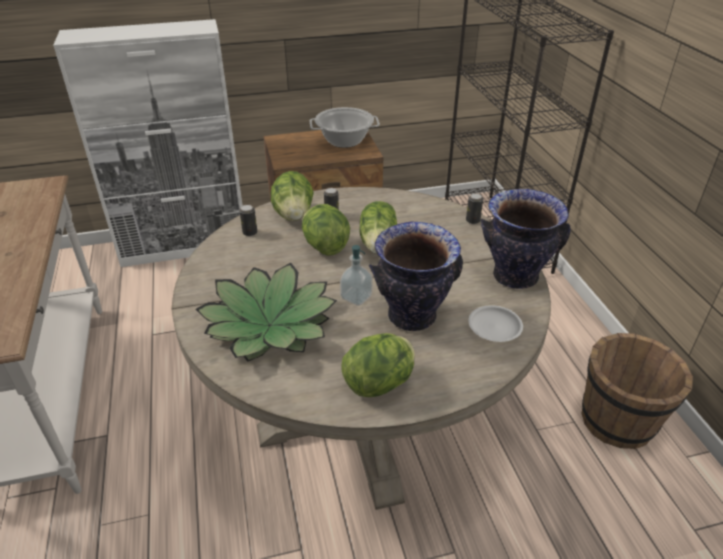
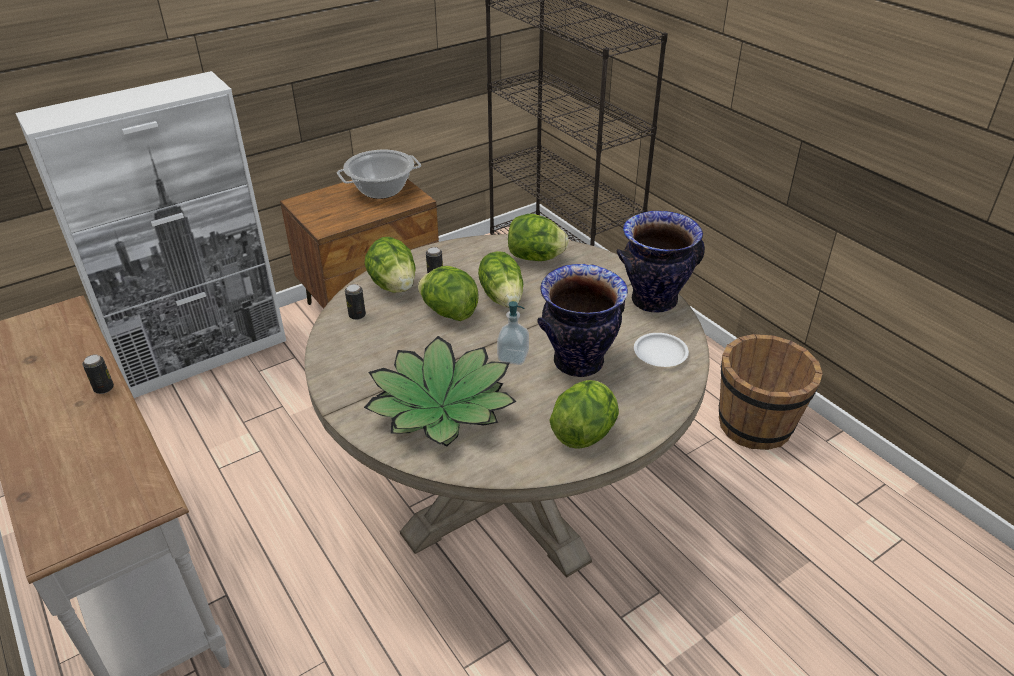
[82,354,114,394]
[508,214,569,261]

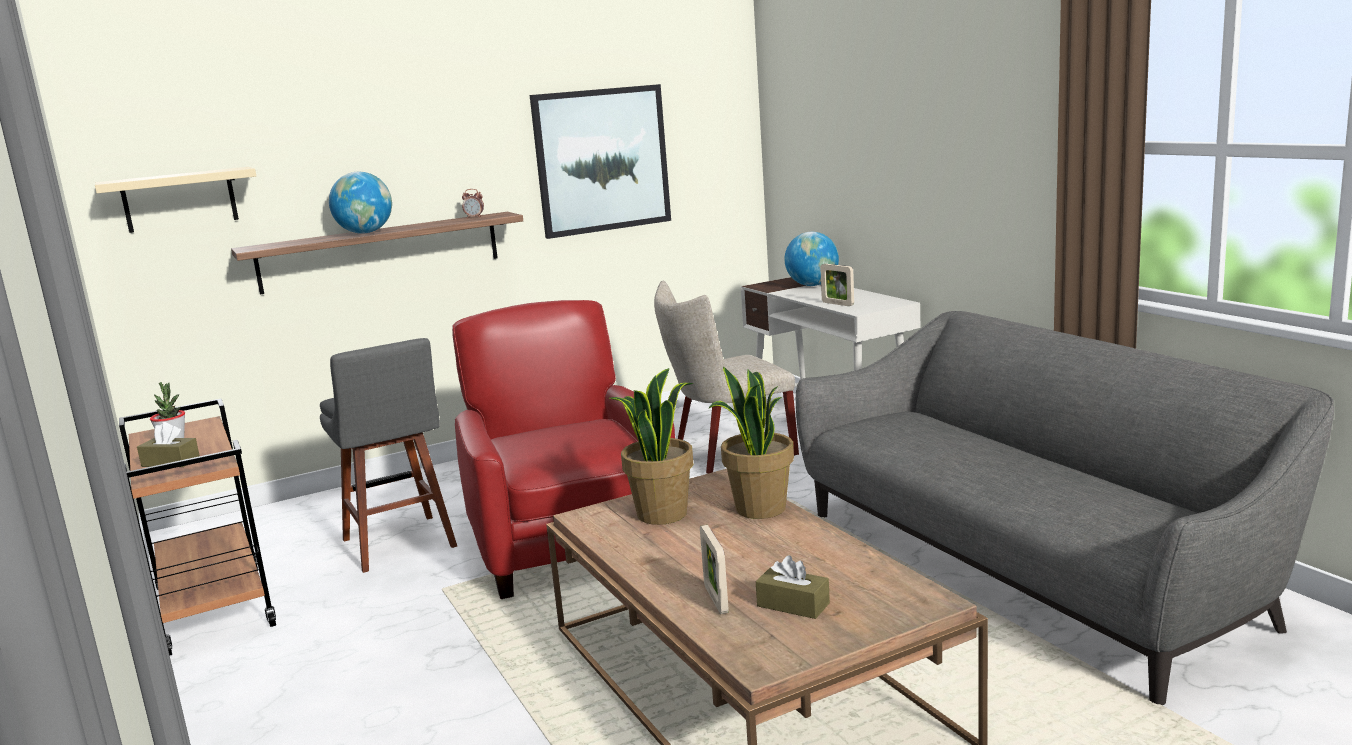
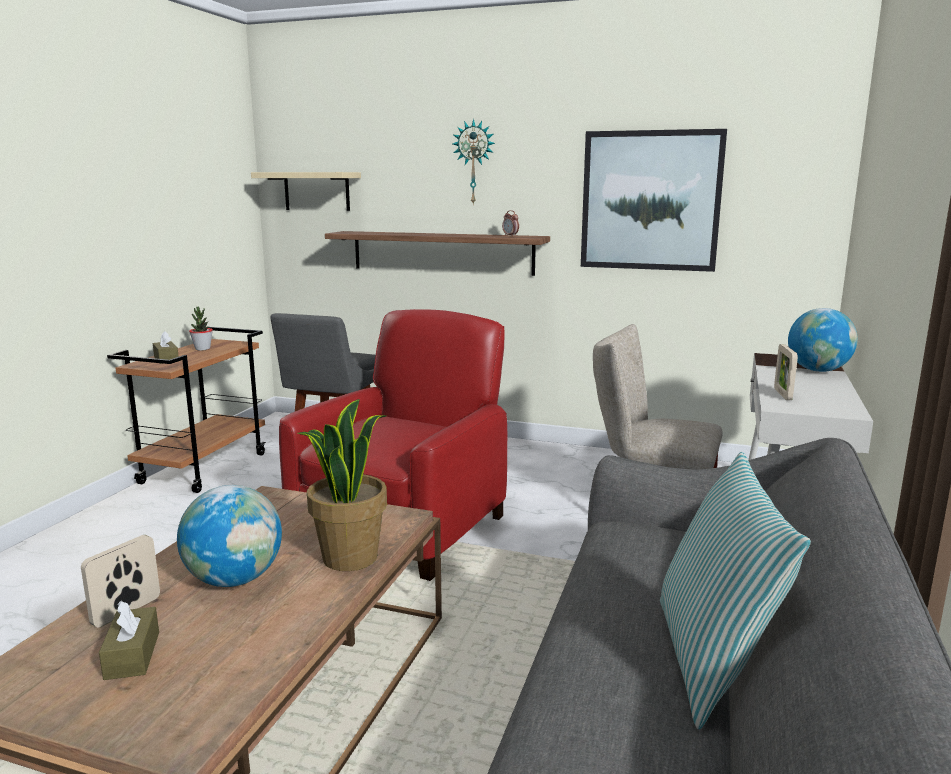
[177,485,282,587]
[610,368,694,525] (first image)
[452,119,495,205]
[660,452,811,730]

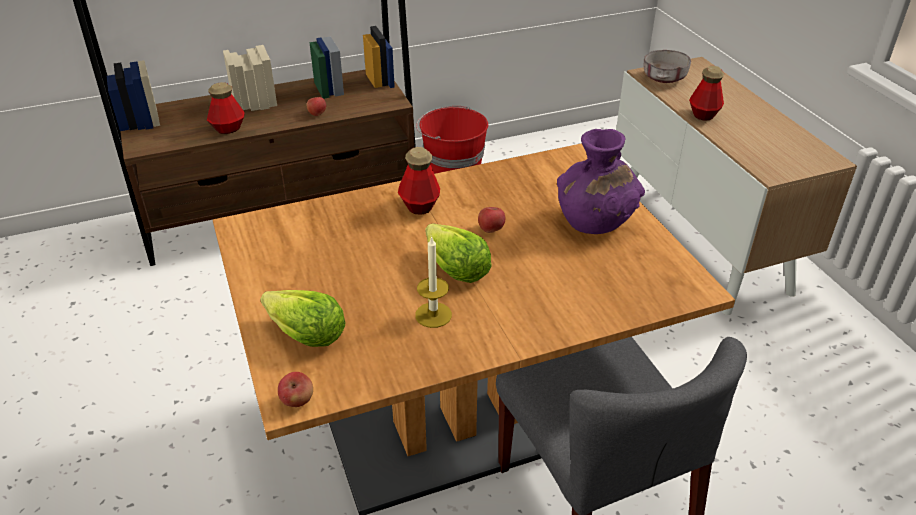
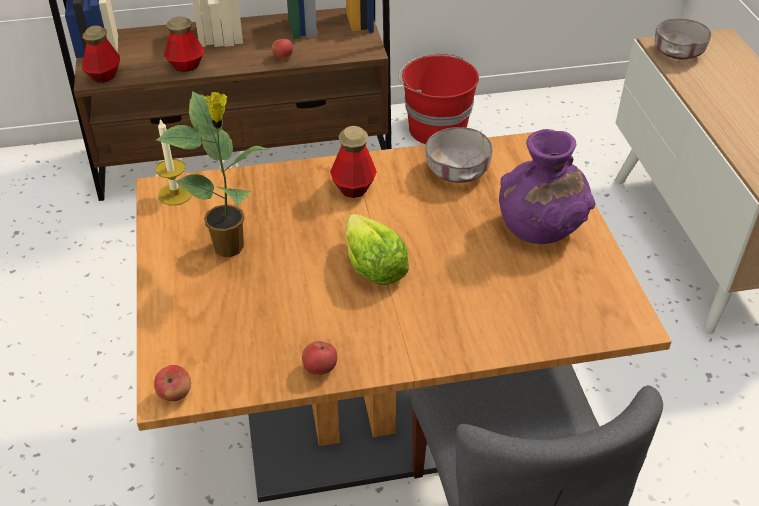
[82,26,120,83]
[302,341,337,375]
[155,118,192,206]
[260,290,345,347] (first image)
[156,91,270,257]
[425,127,493,183]

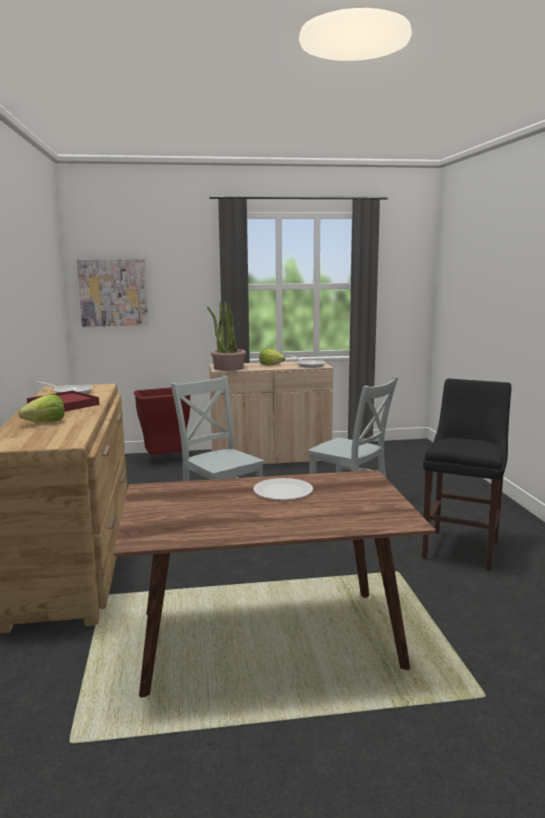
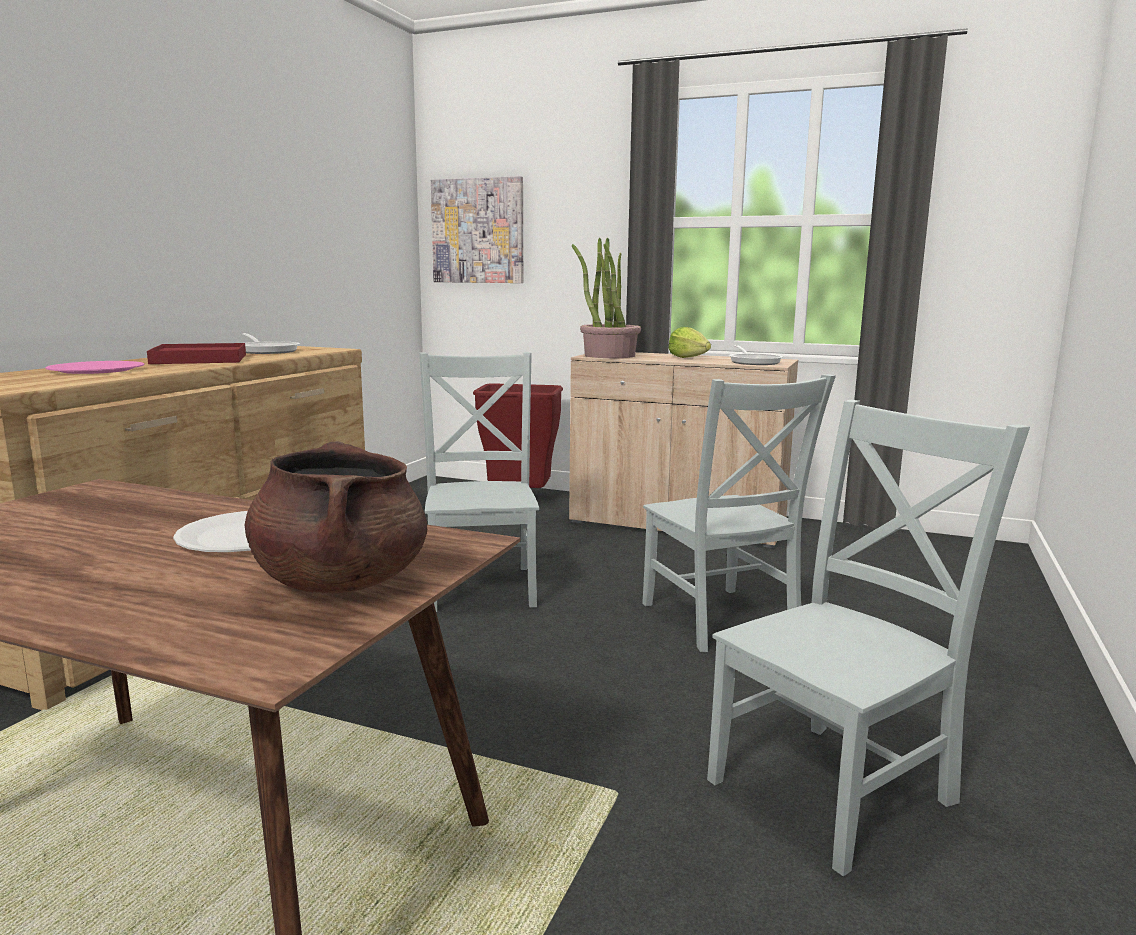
[707,400,1030,876]
[45,361,145,374]
[245,441,427,593]

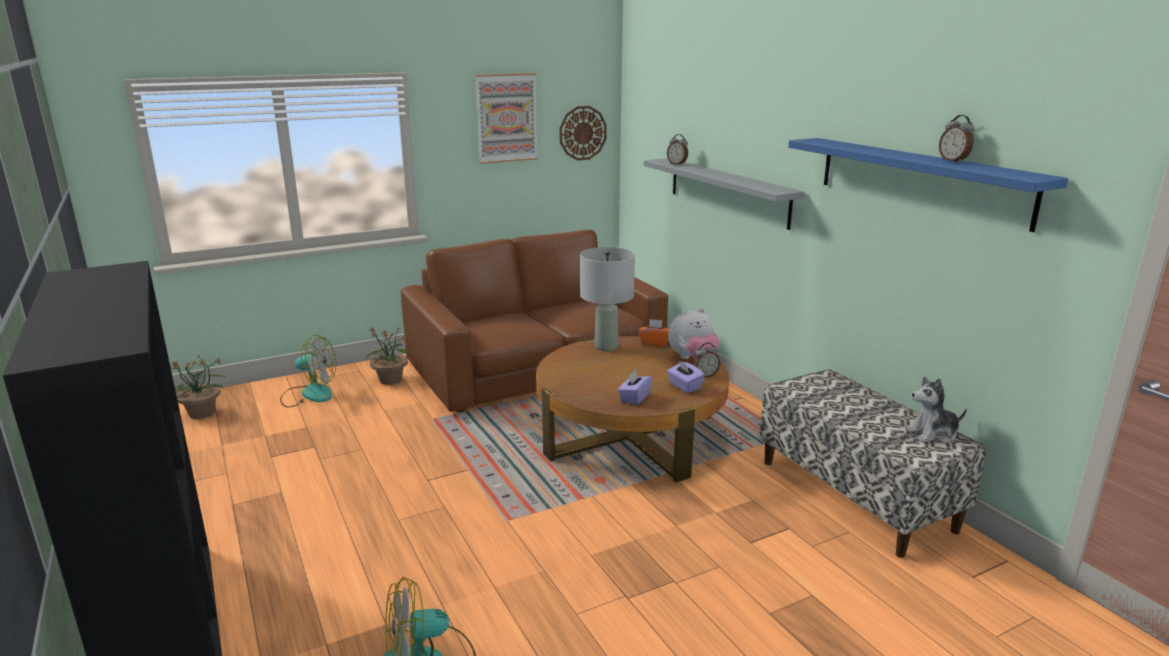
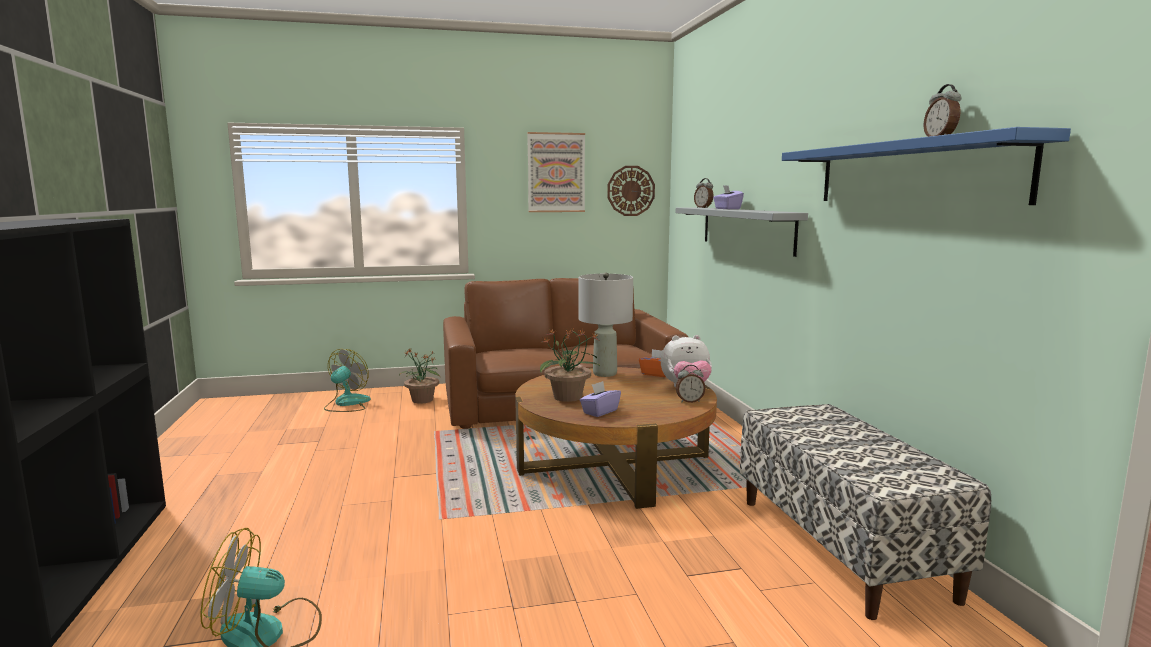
[324,349,371,412]
[540,328,600,402]
[713,185,744,209]
[905,377,967,443] (first image)

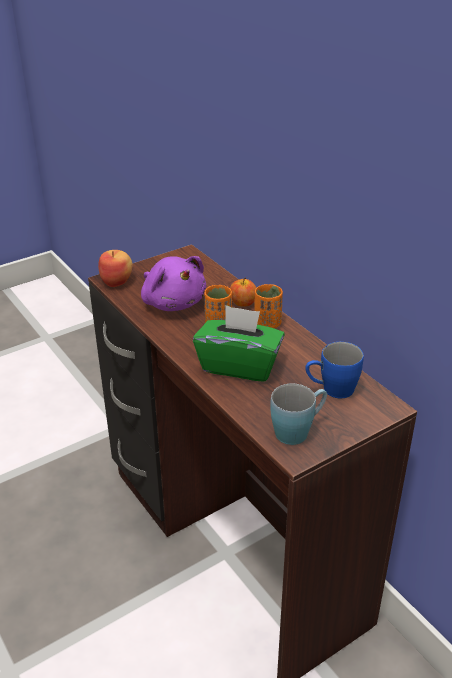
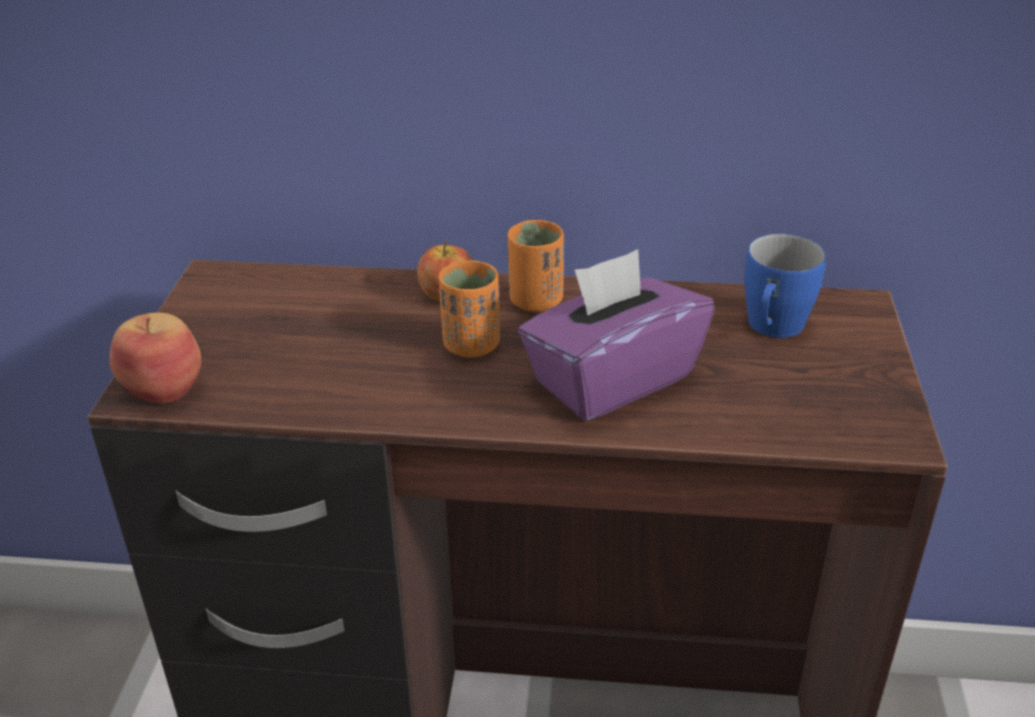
[141,256,206,311] (first image)
[518,249,715,420]
[271,384,327,445] (first image)

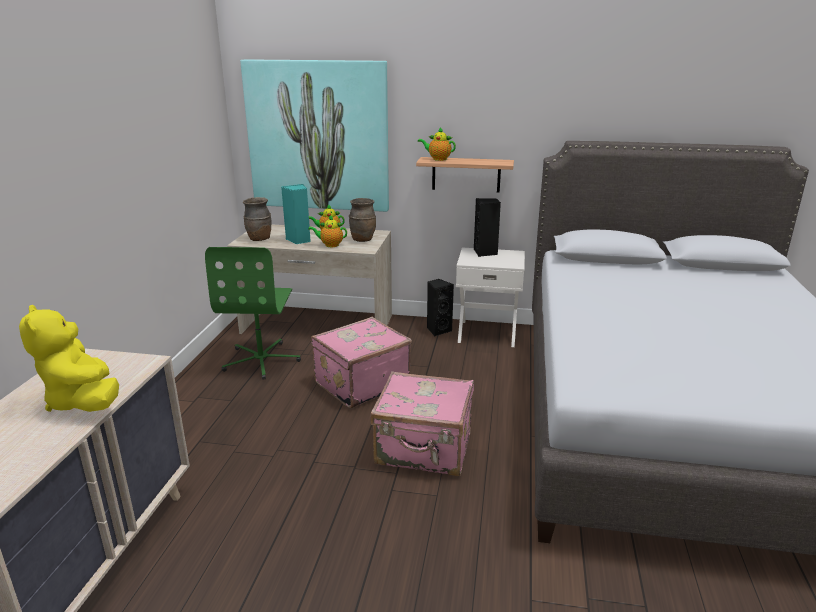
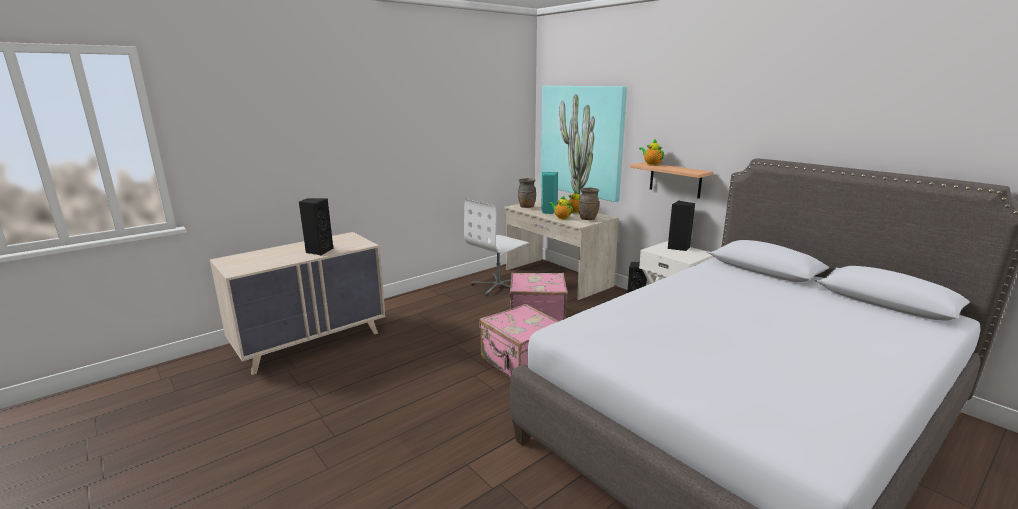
[464,199,529,296]
[299,198,333,255]

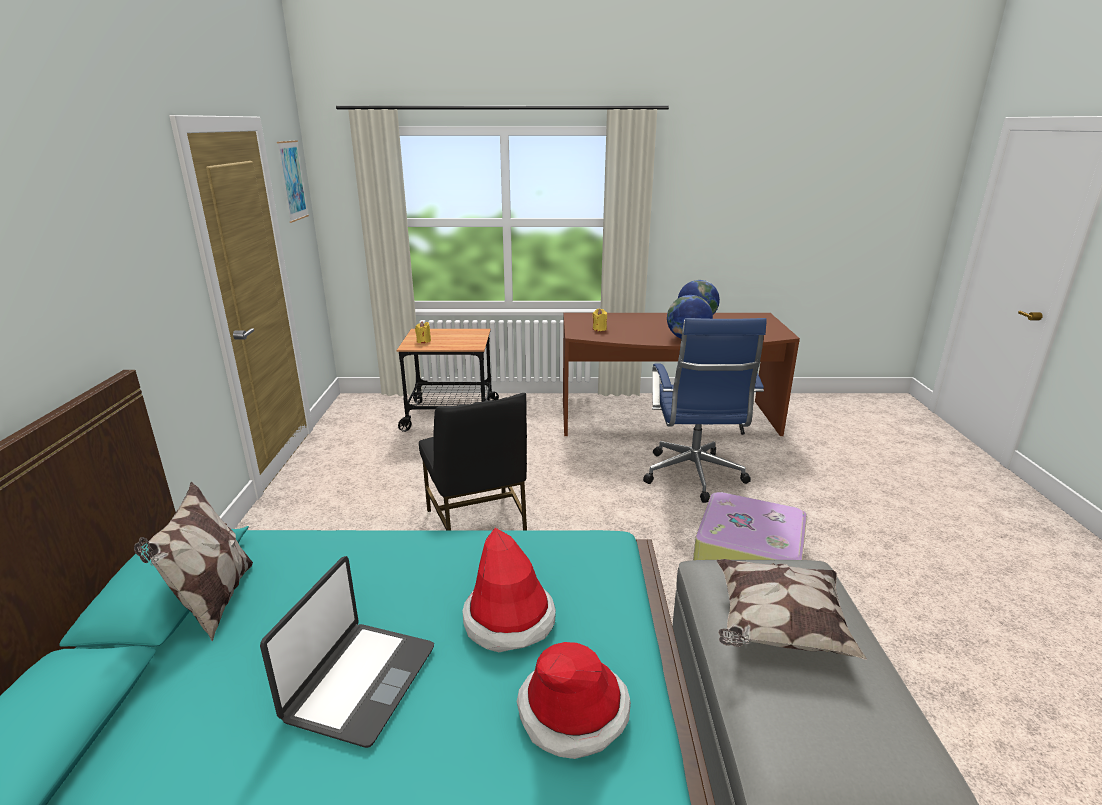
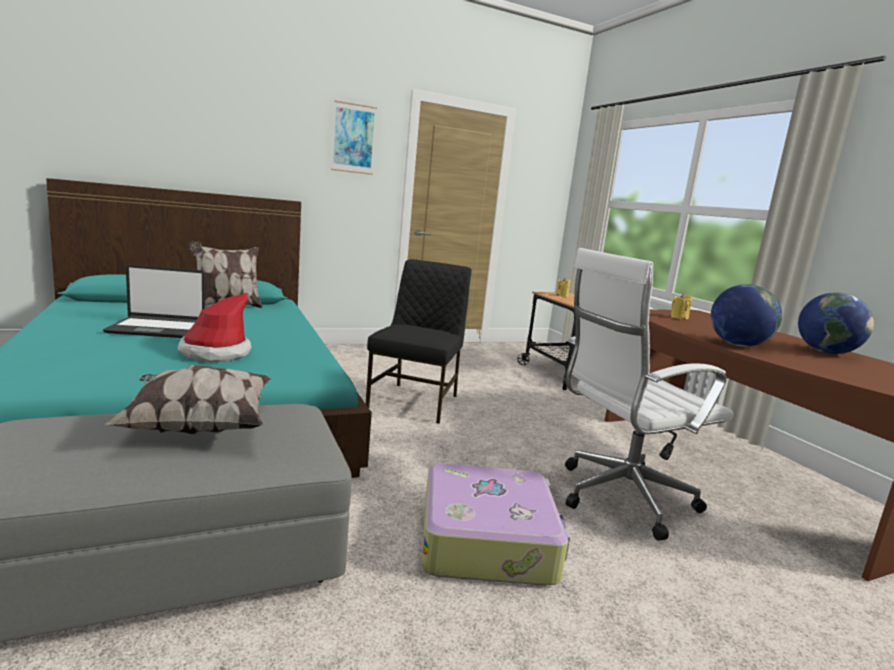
[331,100,377,175]
[565,248,734,541]
[366,259,472,424]
[517,642,631,759] (first image)

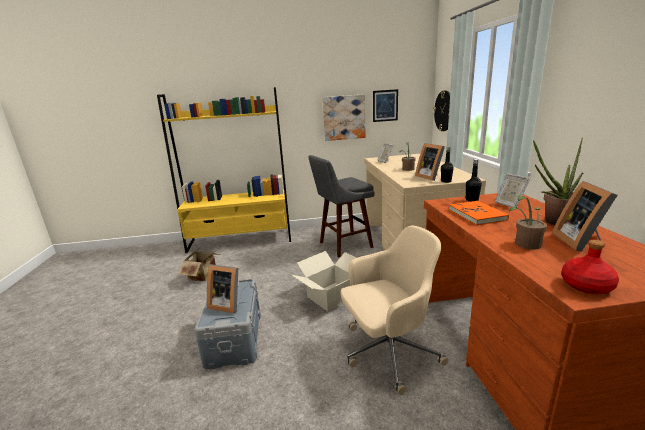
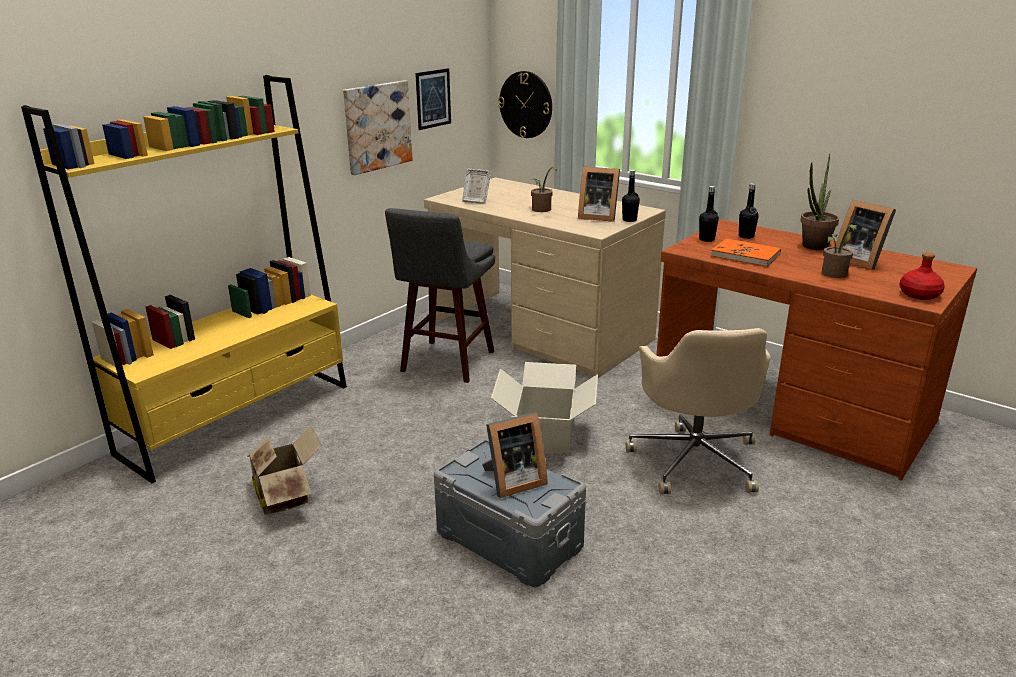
[739,183,759,239]
[625,328,771,494]

